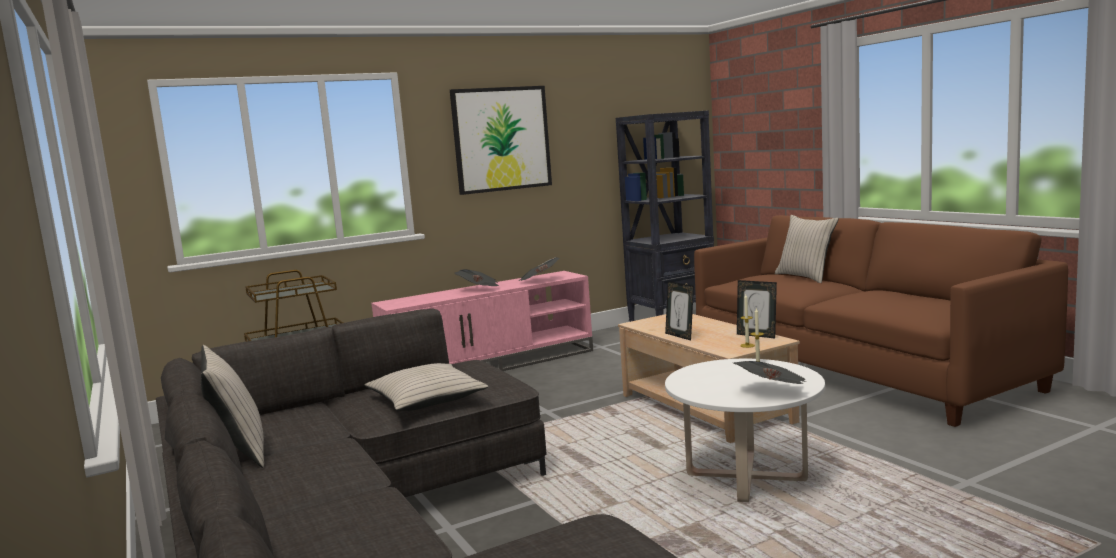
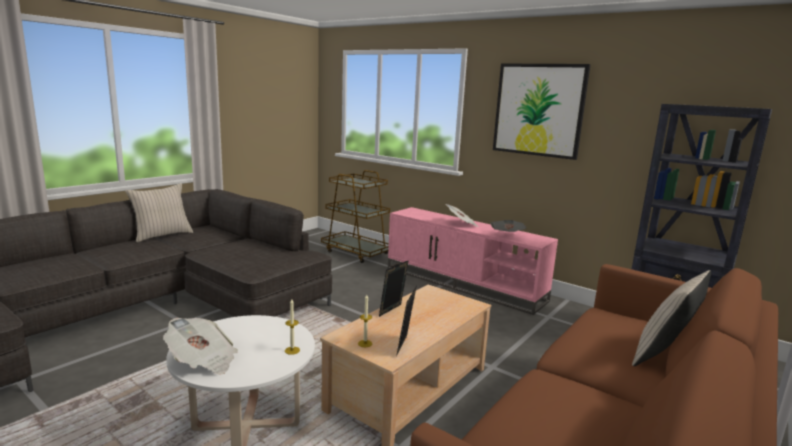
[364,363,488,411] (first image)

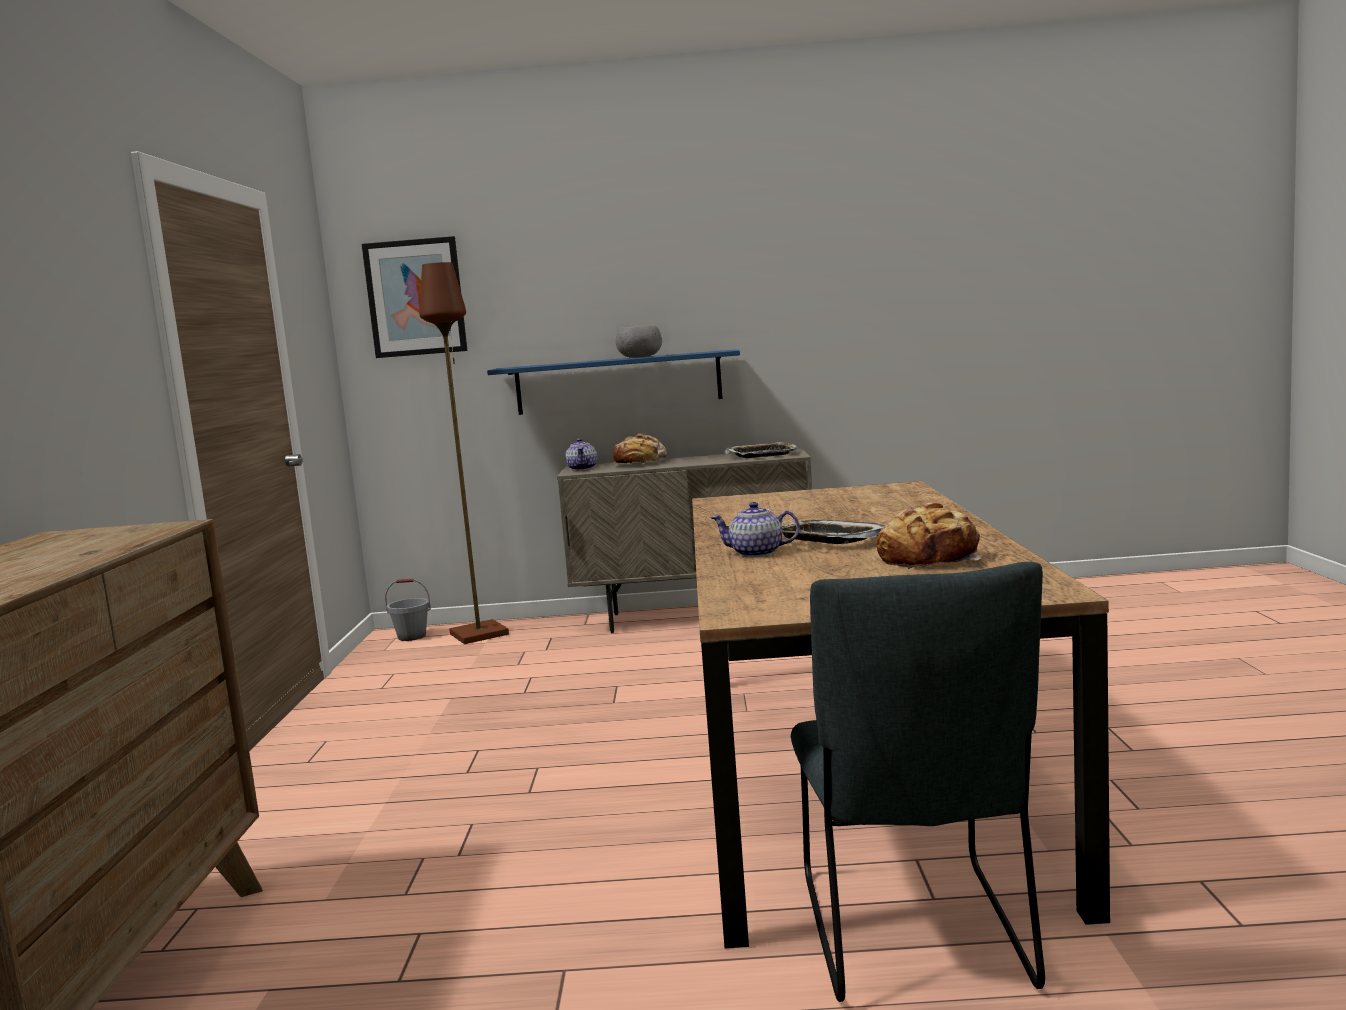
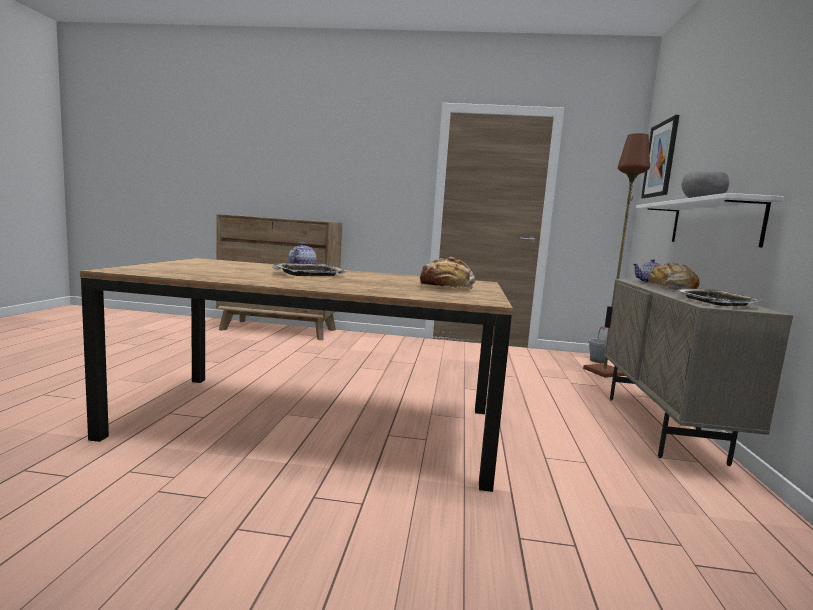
[636,193,784,248]
[417,257,475,289]
[791,562,1045,1002] (first image)

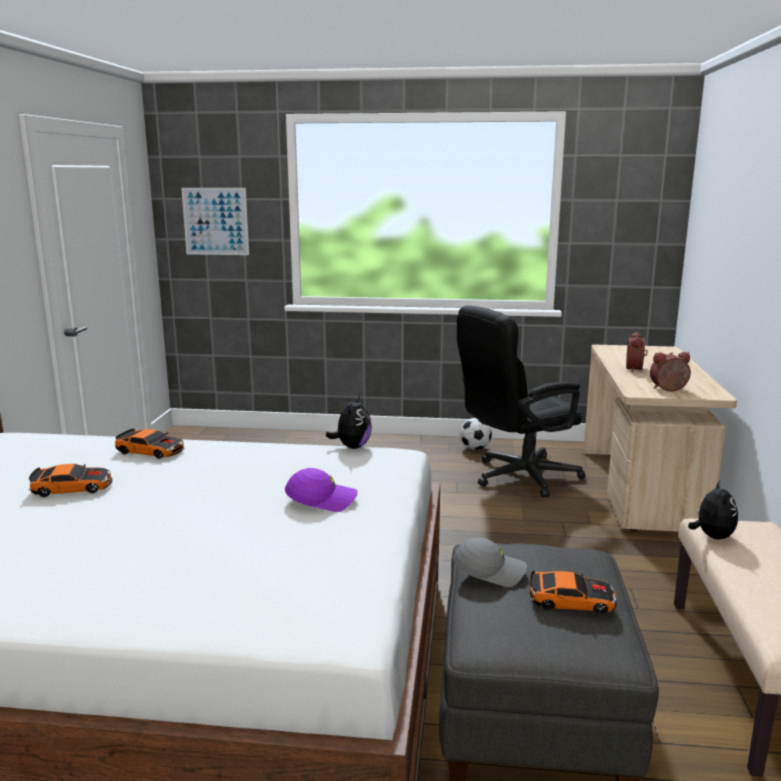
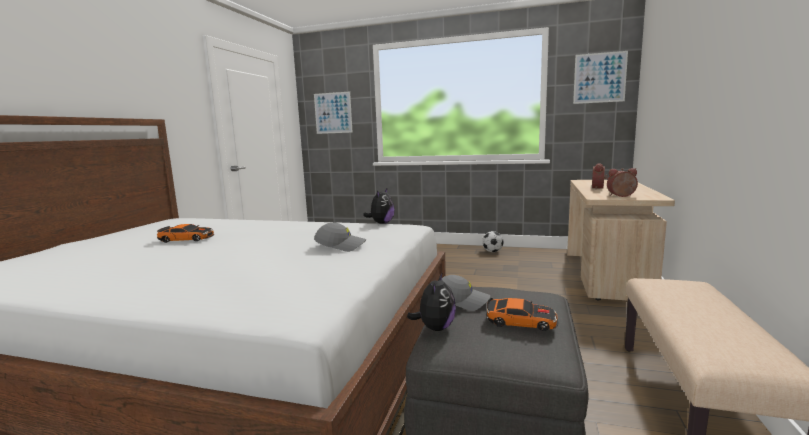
[457,305,585,497] (first image)
[115,429,184,459] (first image)
[314,223,367,252]
[407,273,456,331]
[573,51,628,104]

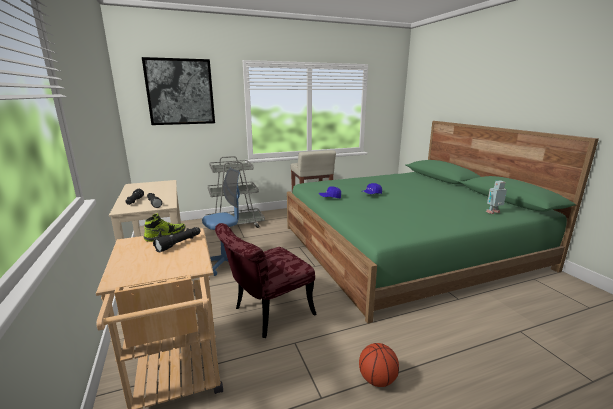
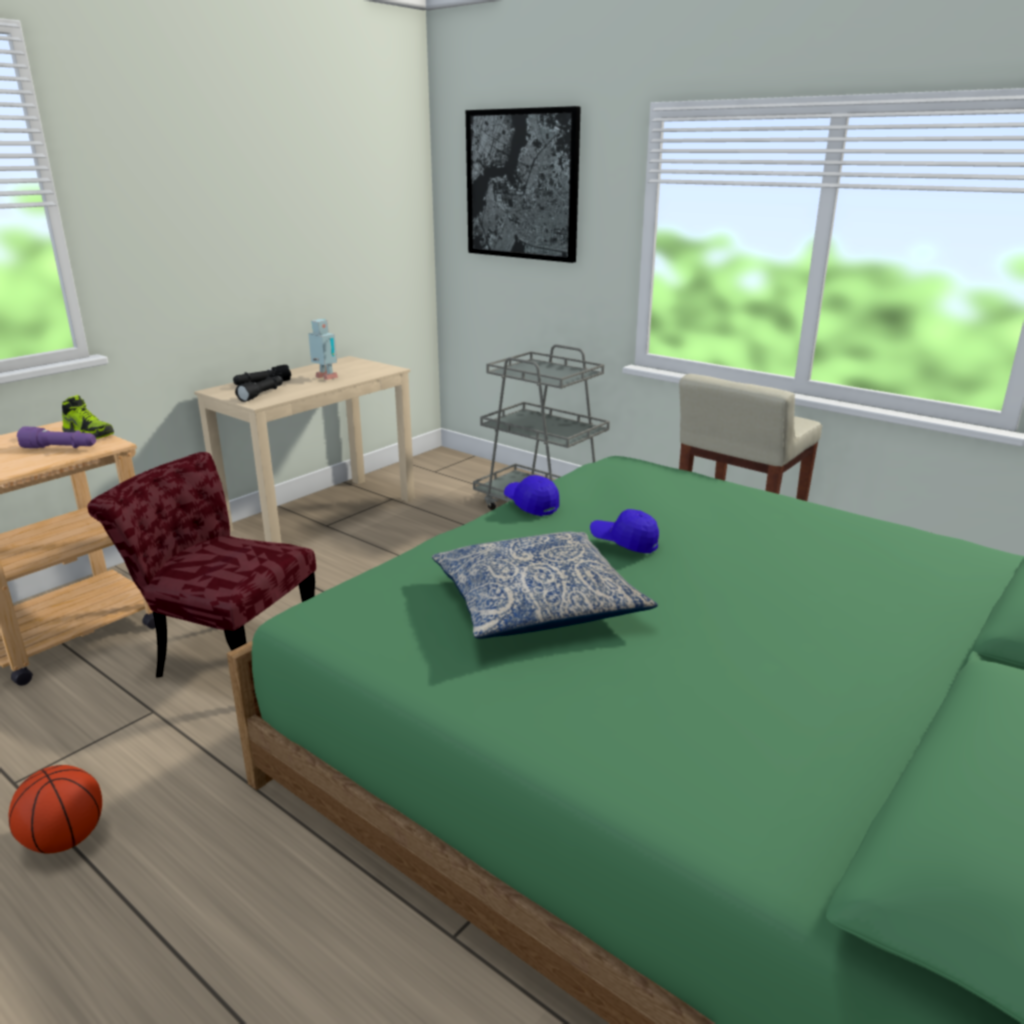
[202,168,240,276] (first image)
[308,319,338,380]
[17,426,96,448]
[432,532,658,639]

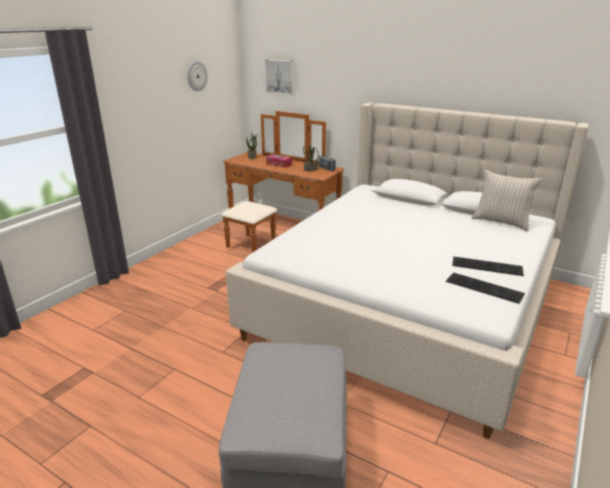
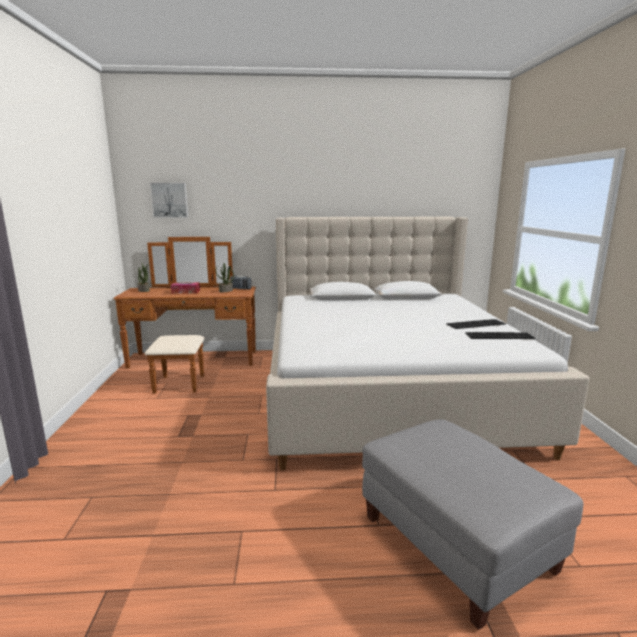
[187,61,208,91] (first image)
[471,169,542,232] (first image)

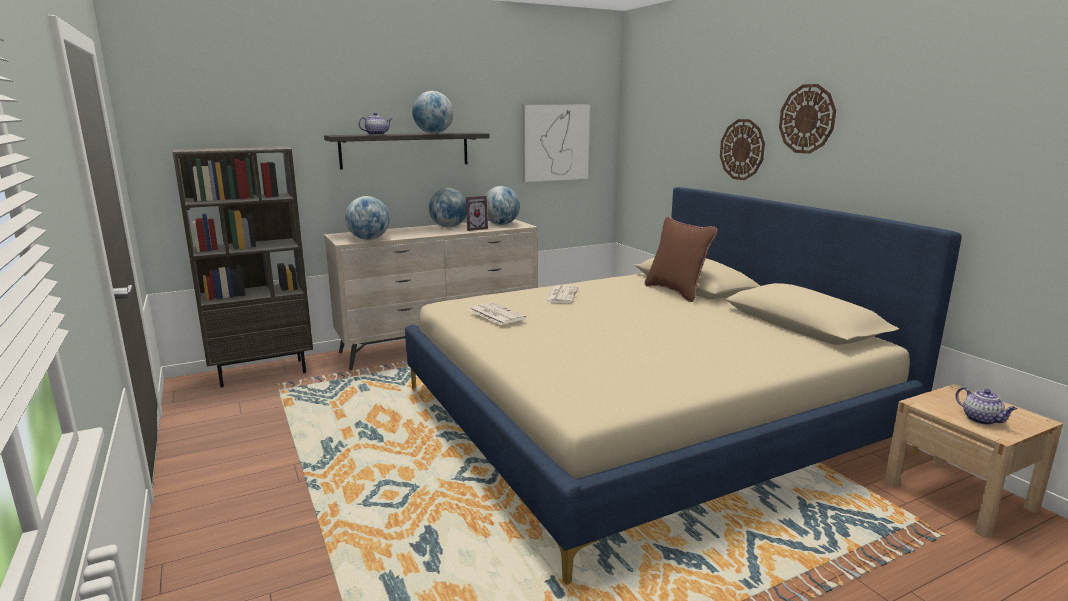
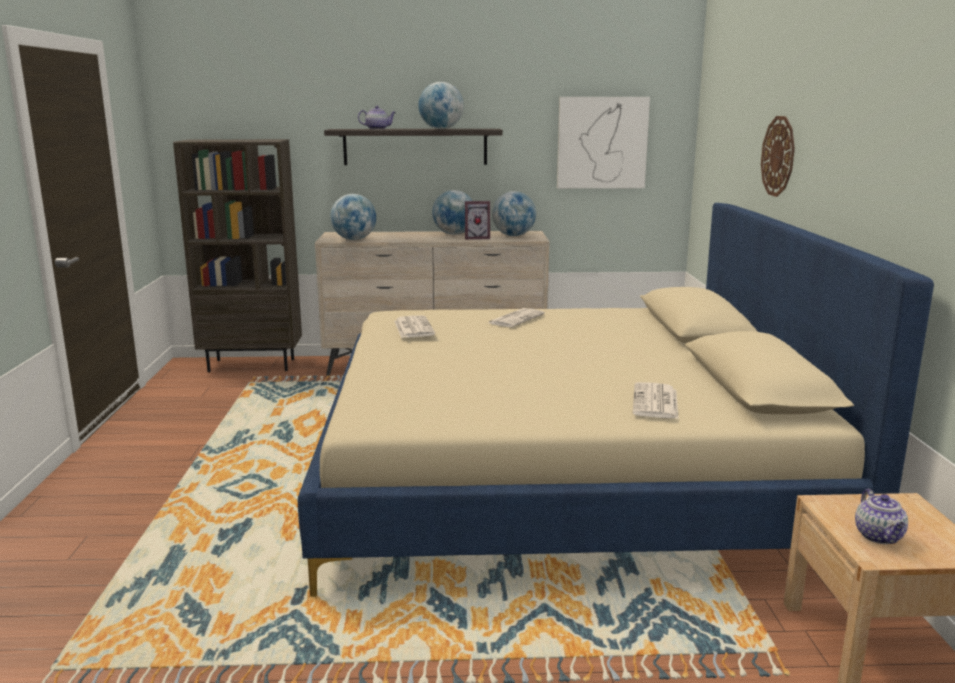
[779,84,836,154] (first image)
[644,217,718,302] (first image)
[633,382,679,419]

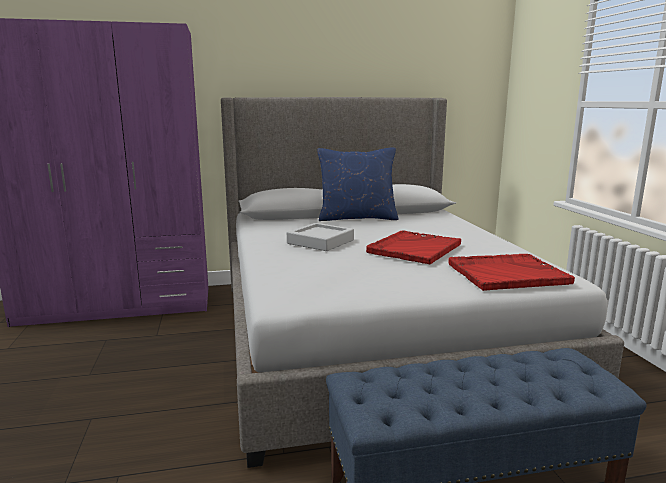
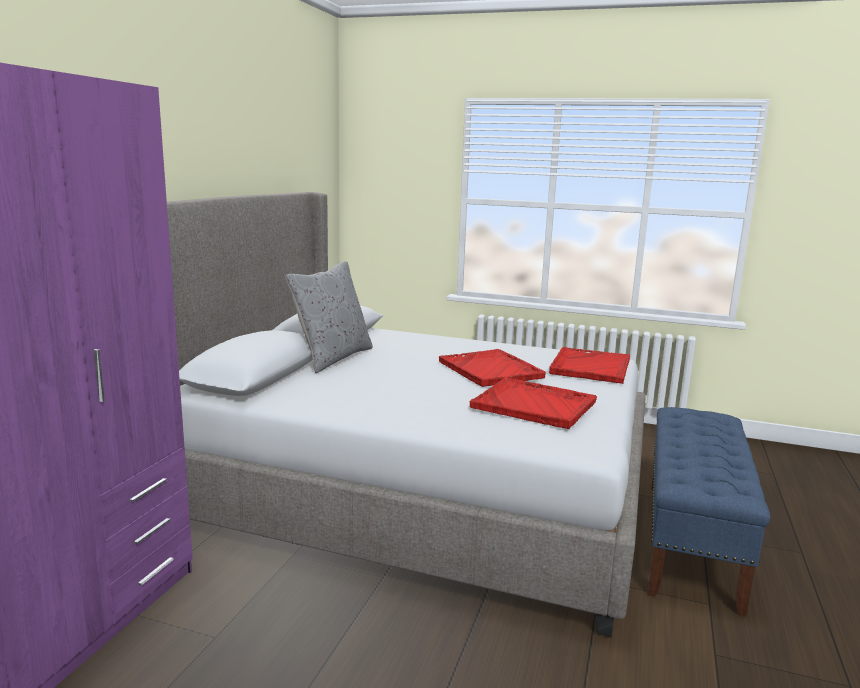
[285,261,373,373]
[287,223,354,251] (first image)
[470,378,597,429]

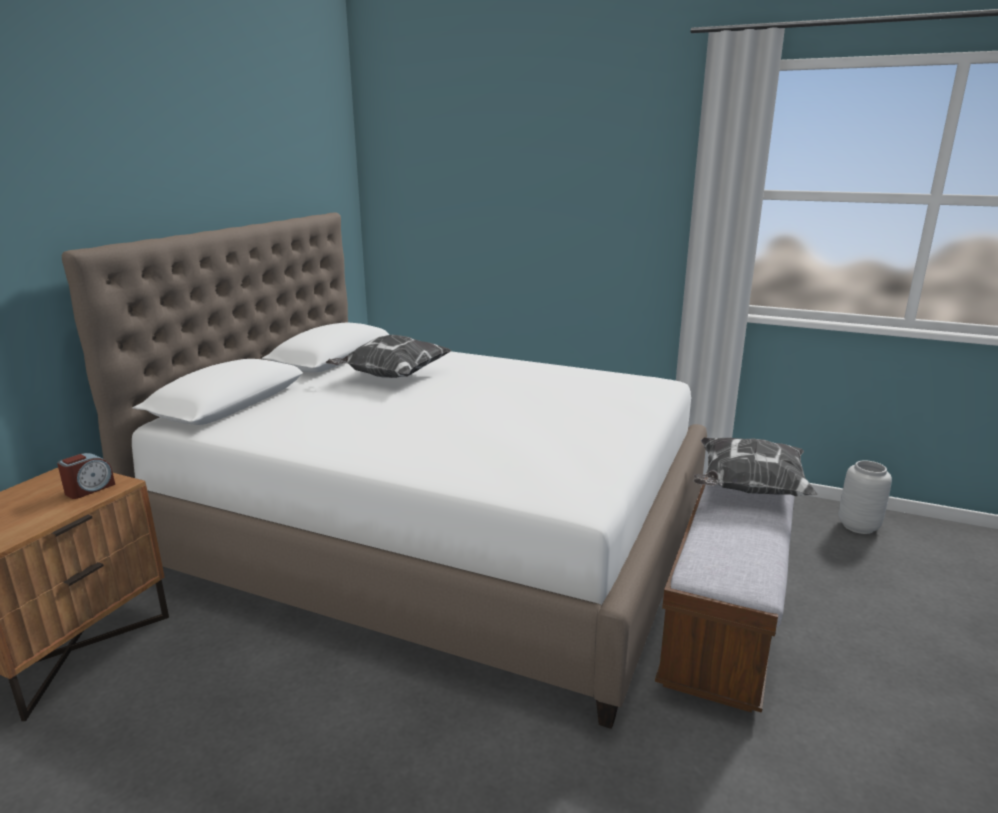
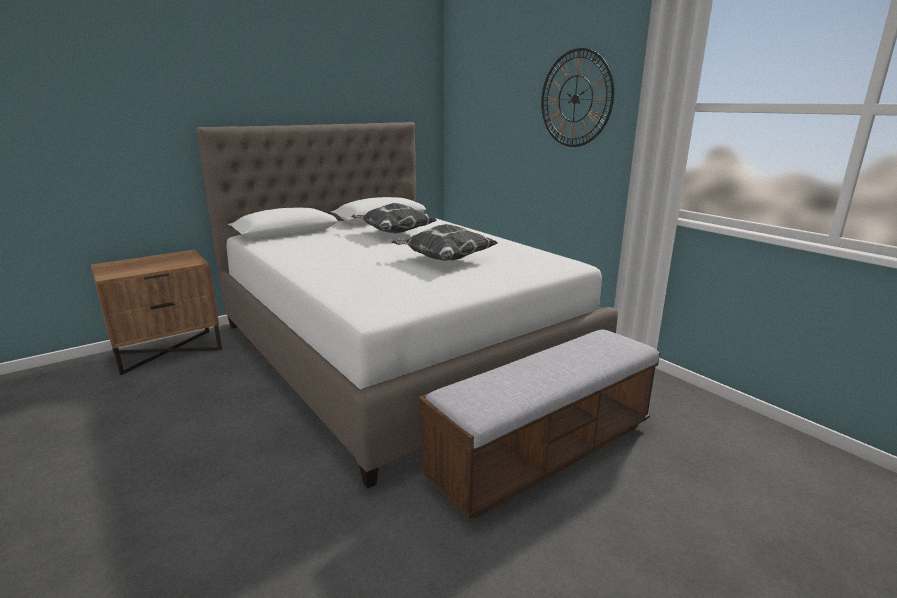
[391,224,498,261]
[57,453,115,499] (first image)
[839,460,892,534] (first image)
[541,48,614,147]

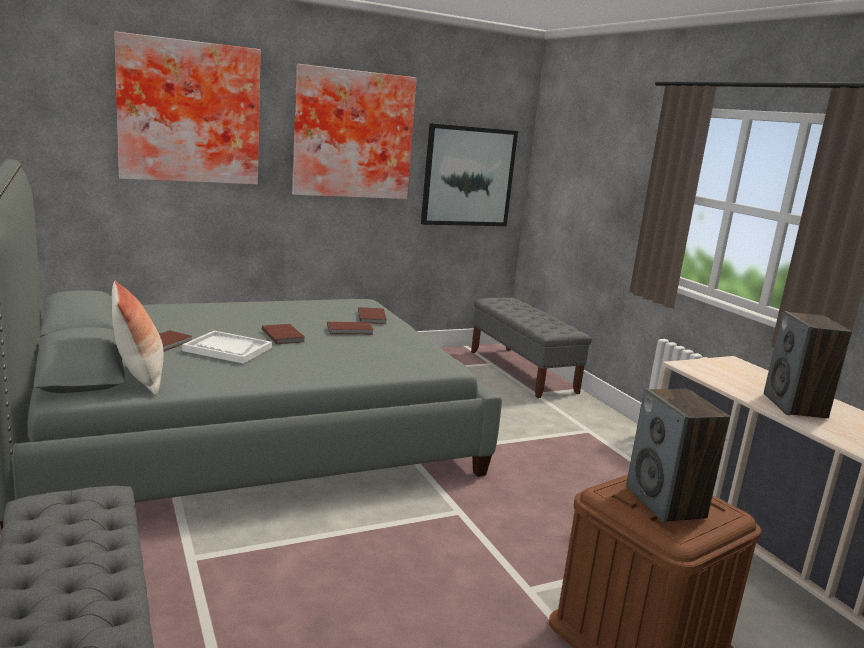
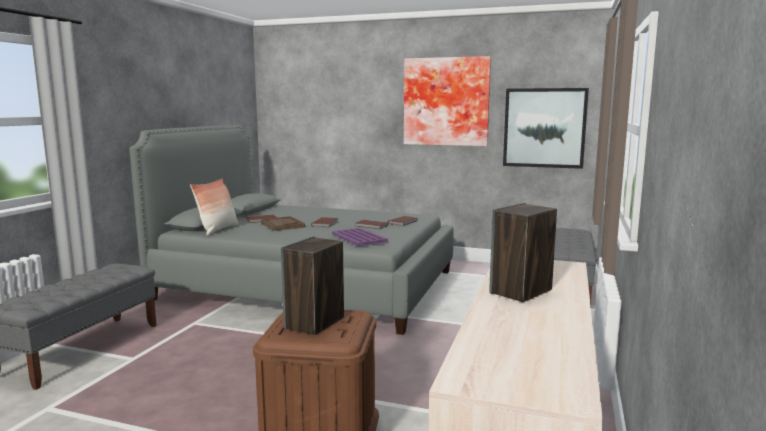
[114,31,261,185] (first image)
[261,216,305,231]
[332,228,388,246]

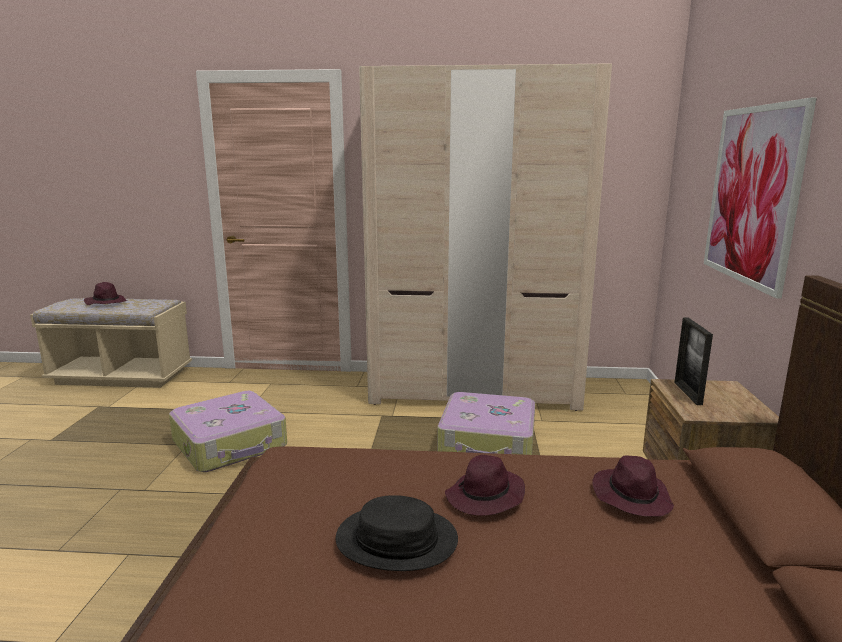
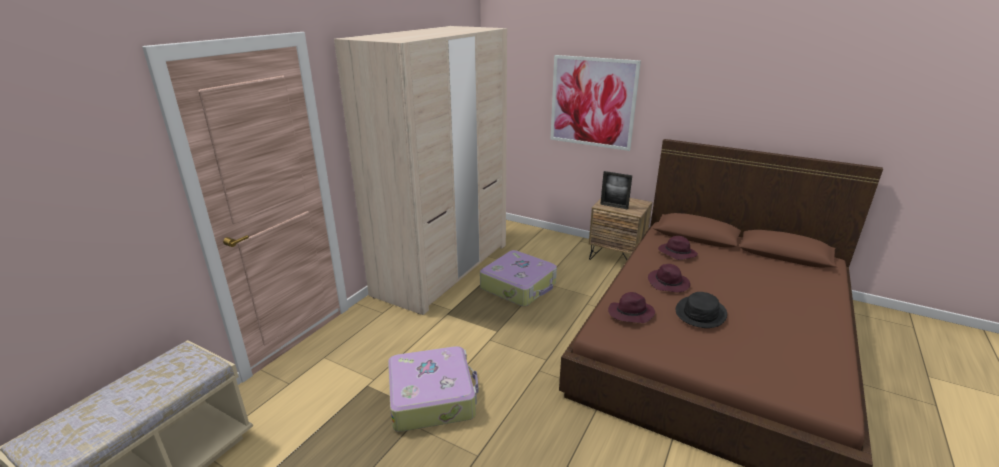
[608,292,655,323]

